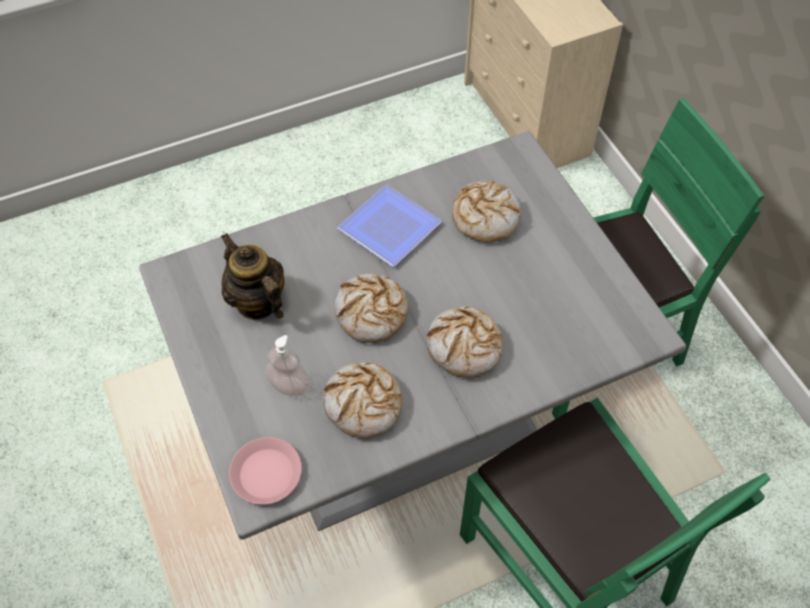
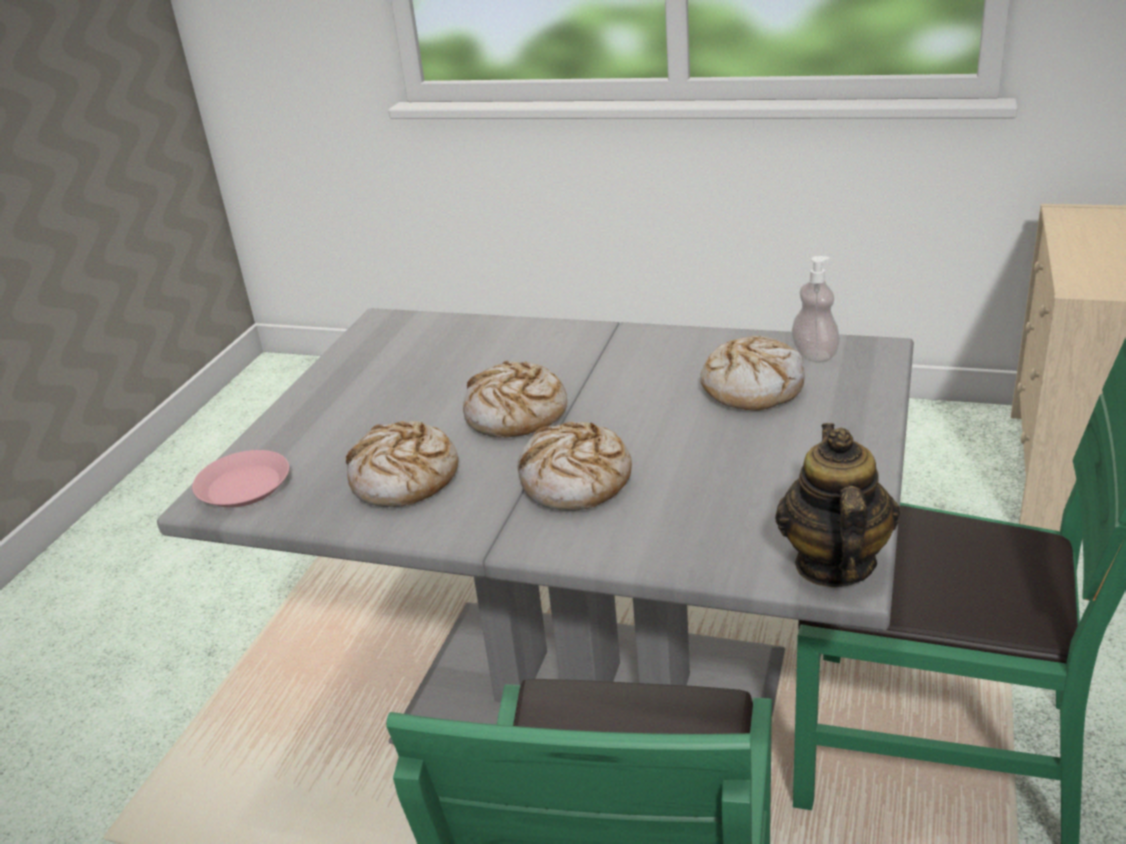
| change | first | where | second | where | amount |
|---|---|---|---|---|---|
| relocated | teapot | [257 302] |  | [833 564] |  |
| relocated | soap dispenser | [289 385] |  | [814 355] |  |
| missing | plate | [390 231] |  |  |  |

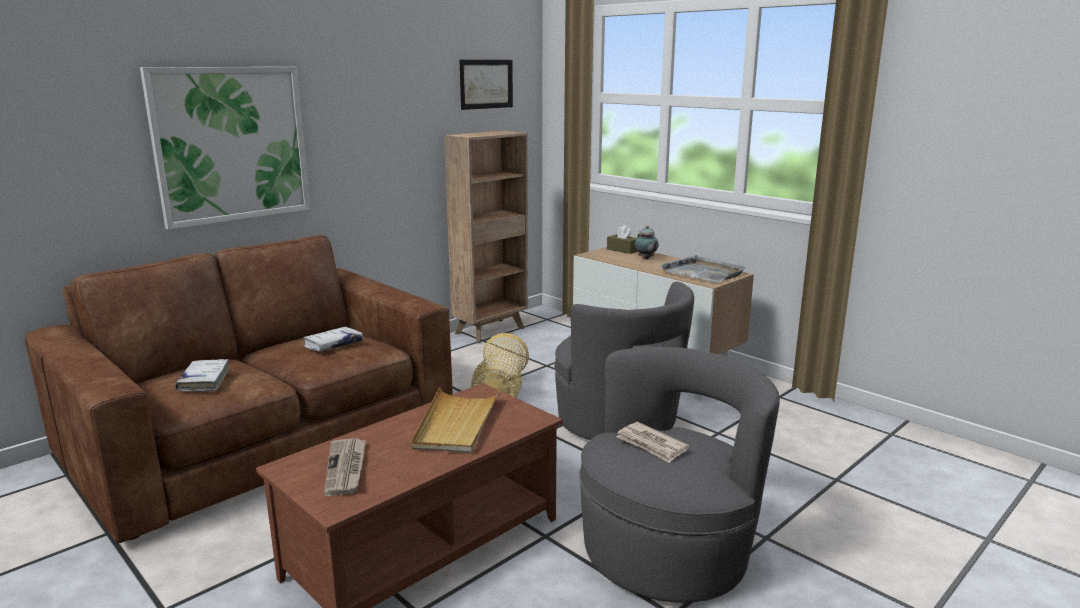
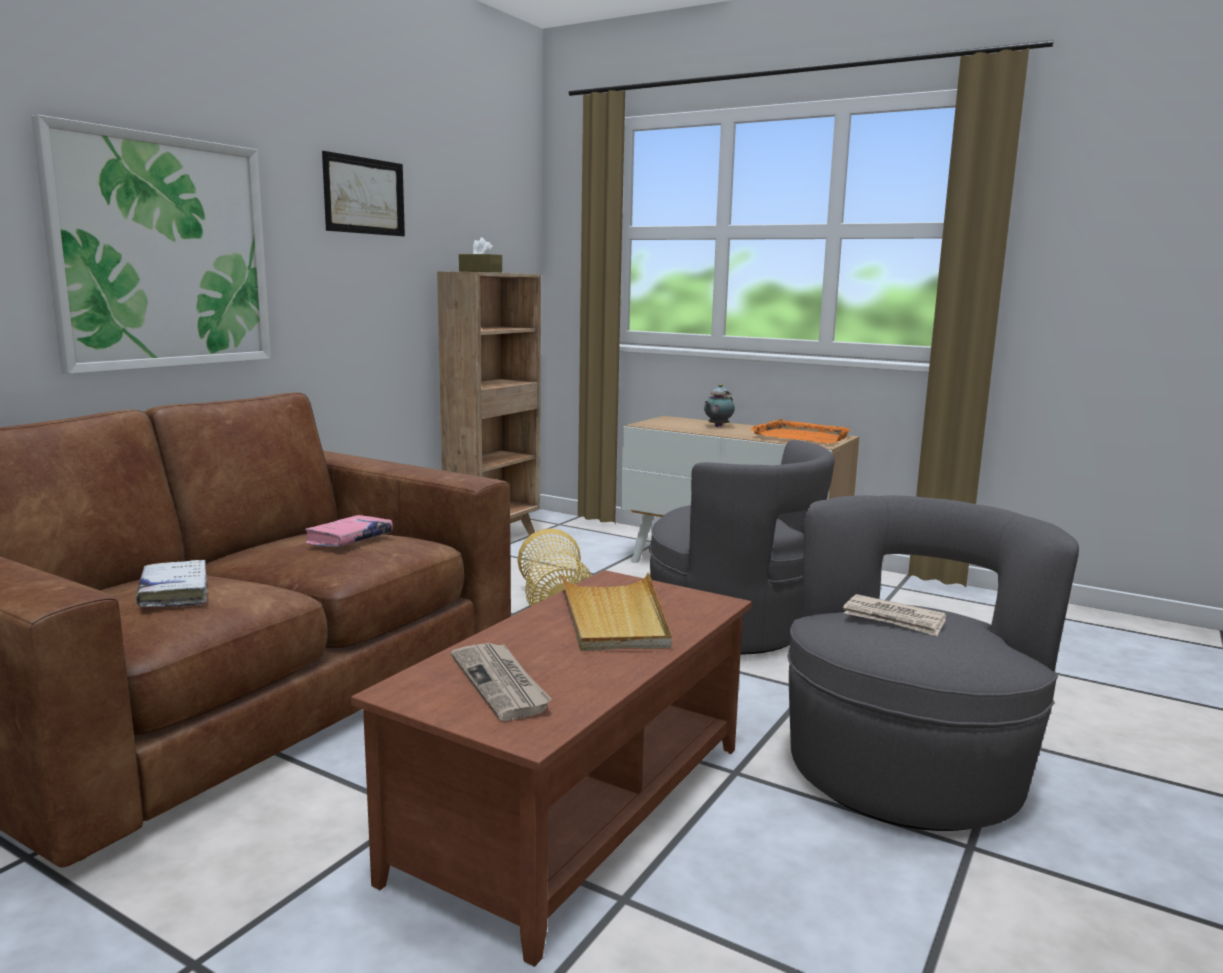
| change | first | where | second | where | amount |
|---|---|---|---|---|---|
| colour | white book | [333 345] | pink book | [349 540] |  |
| relocated | picture | [486 84] |  | [364 196] |  |
| relocated | brown tissue box | [622 250] |  | [480 271] |  |
| spun | teapot | [646 259] |  | [717 426] | 75 degrees clockwise |
| colour | grey tray | [702 273] | orange tray | [800 436] |  |

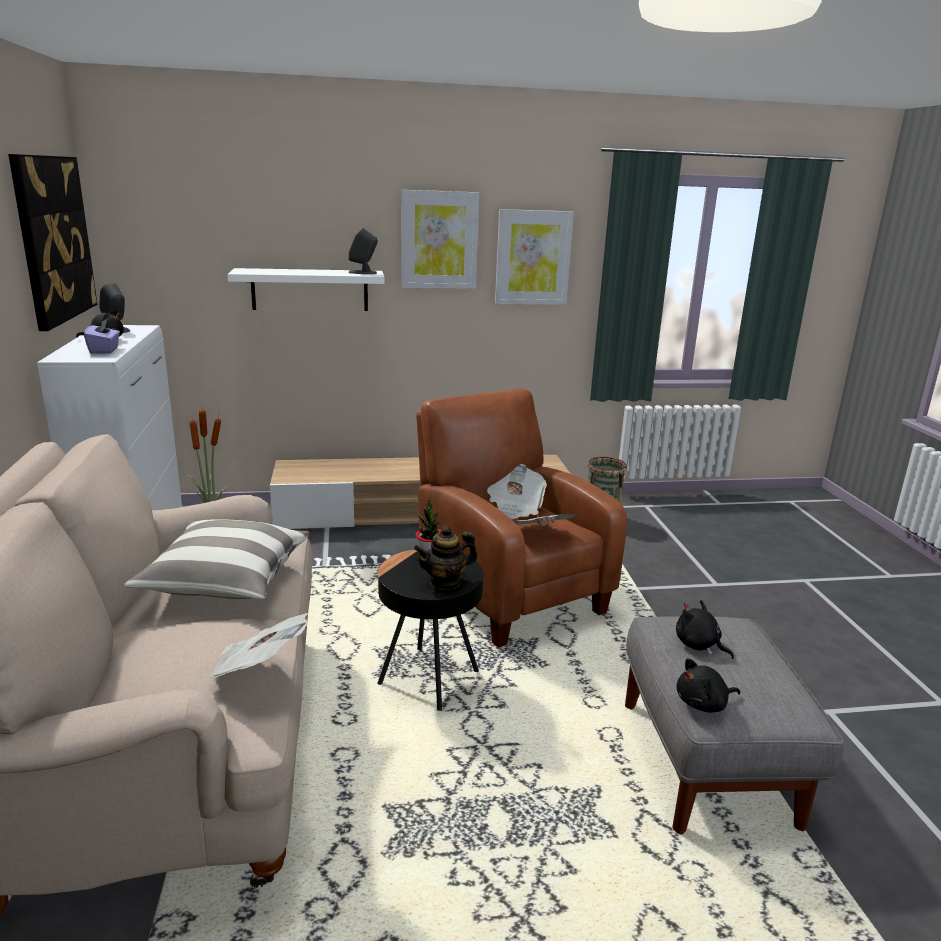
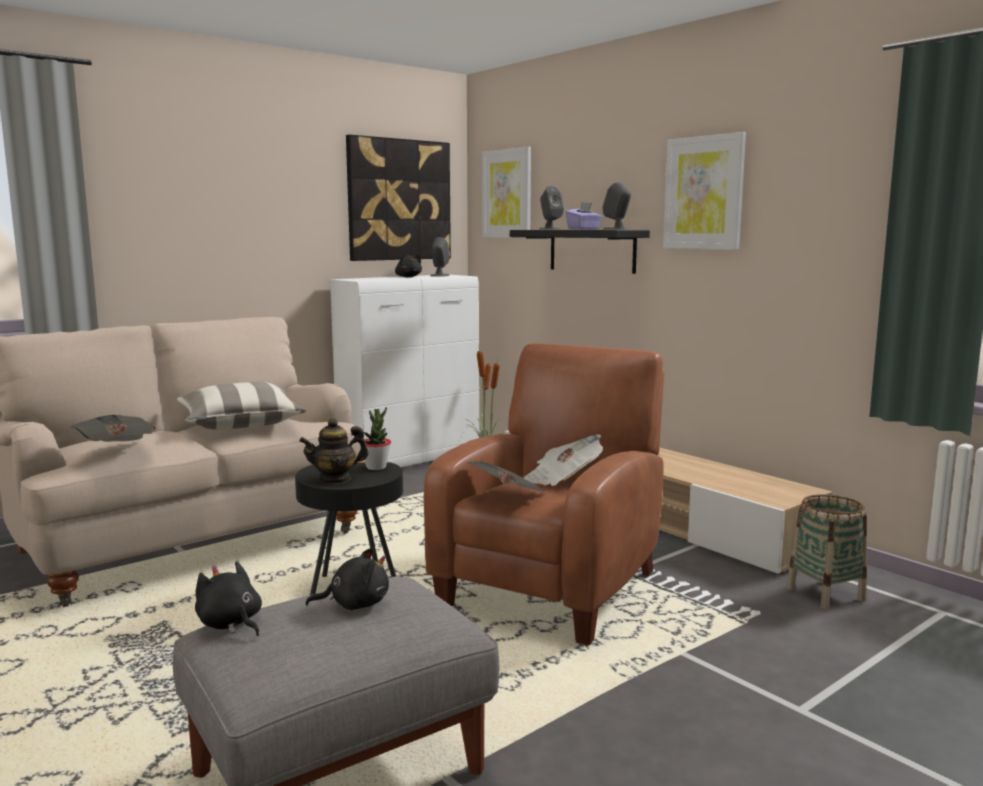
| change | first | where | second | where | amount |
|---|---|---|---|---|---|
| relocated | purple tissue box | [105 350] |  | [583 229] |  |
| colour | white shelf | [310 290] | black shelf | [592 250] |  |
| spun | teapot | [445 582] |  | [335 479] | 60 degrees counterclockwise |
| relocated | picture | [533 258] |  | [507 194] |  |
| spun | black plush toy | [699 645] |  | [355 604] | 60 degrees clockwise |
| appeared |  |  | grey speaker | [550 229] |  |

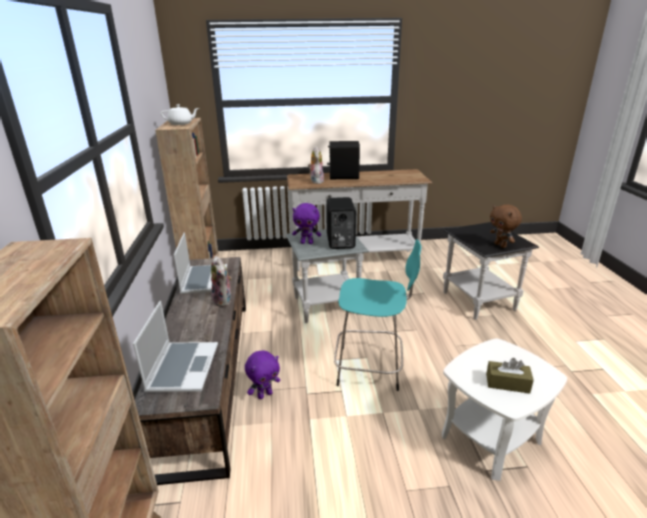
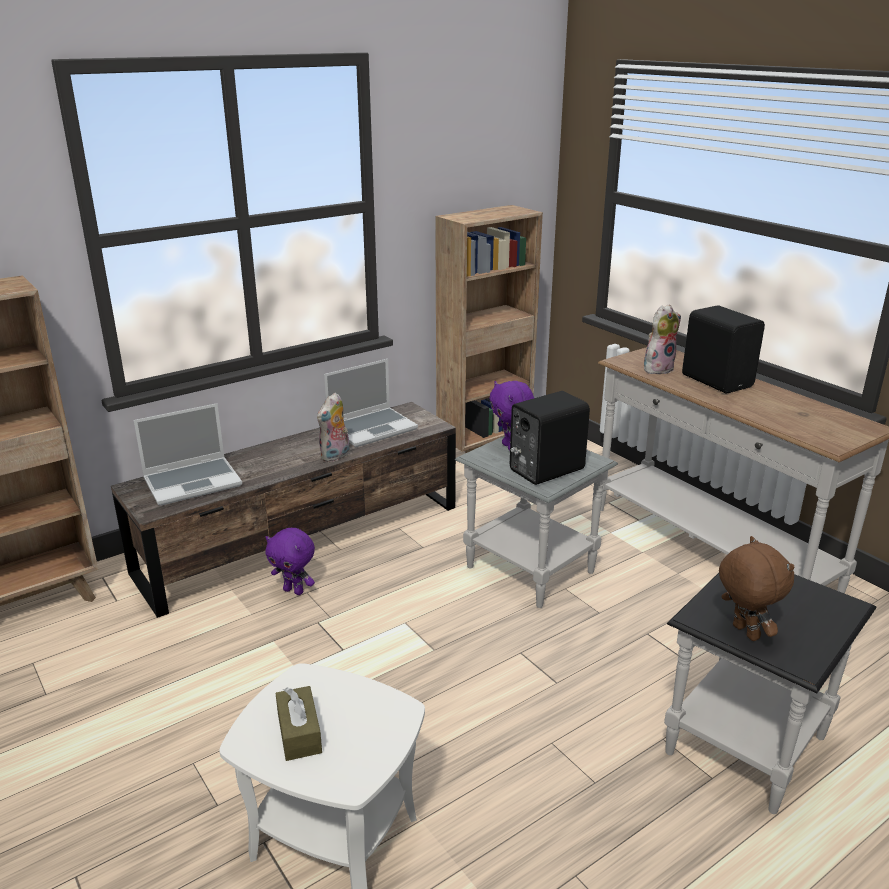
| change | first | where | second | where | amount |
|---|---|---|---|---|---|
| missing | white teapot | [181 123] |  |  |  |
| missing | turquoise stool | [371 368] |  |  |  |
| spun | brown plush toy | [501 245] |  | [743 632] | 120 degrees clockwise |

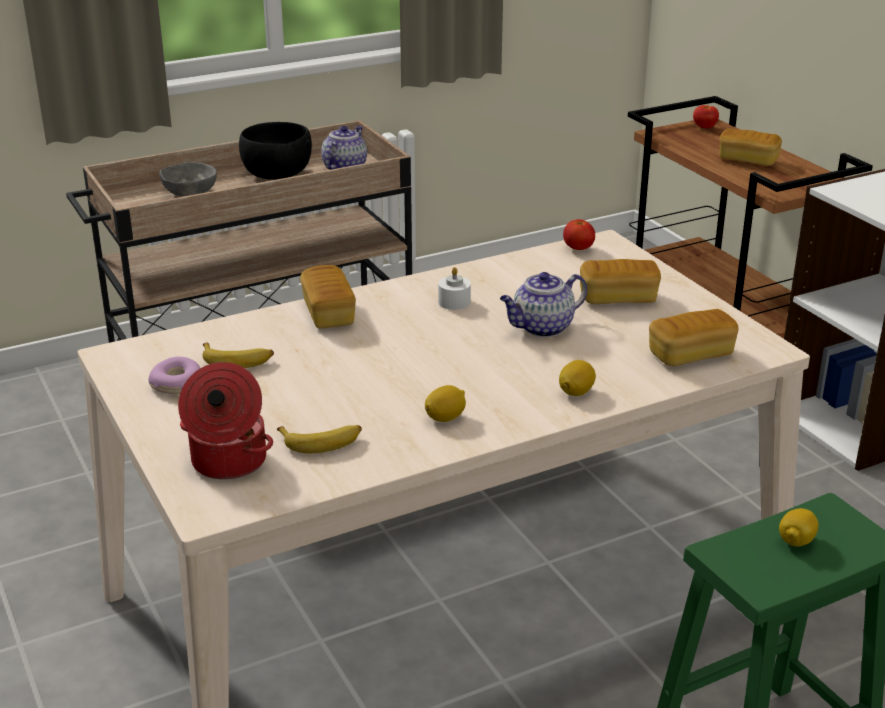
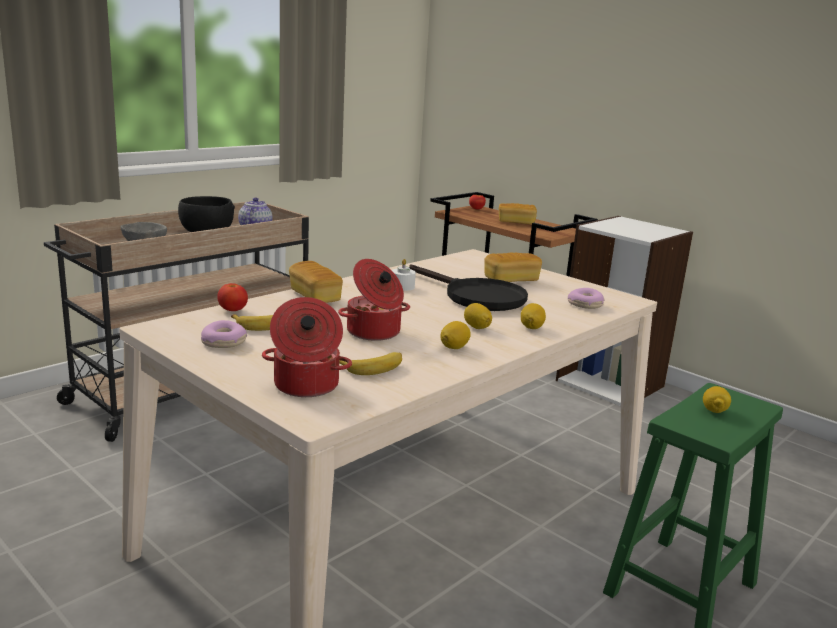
| change | first | where | second | where | amount |
|---|---|---|---|---|---|
| exchanged | teapot | [542 328] | black frying pan | [476 297] |  |
| relocated | tomato | [578 249] |  | [232 310] |  |
| exchanged | bread | [690 355] | donut | [585 305] |  |
| appeared |  |  | cooking pot | [374 332] |  |
| appeared |  |  | lemon | [476 327] |  |

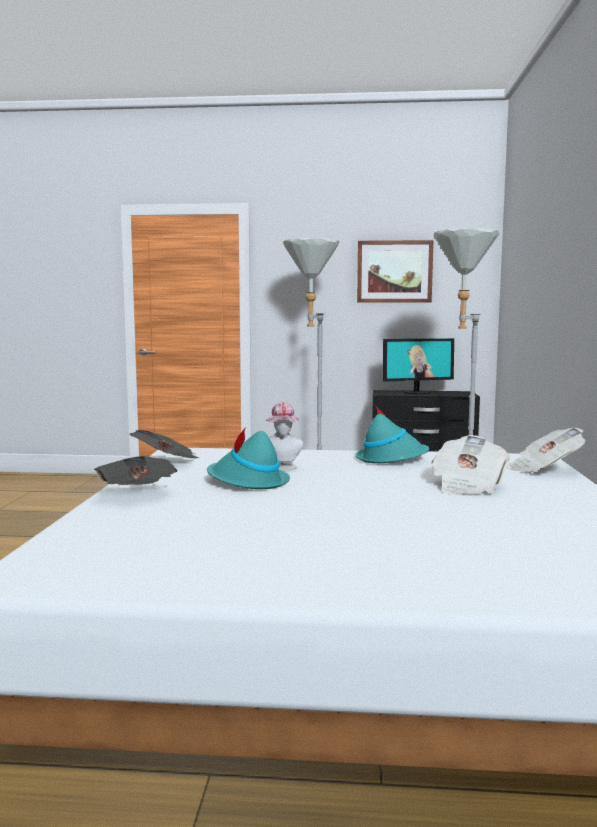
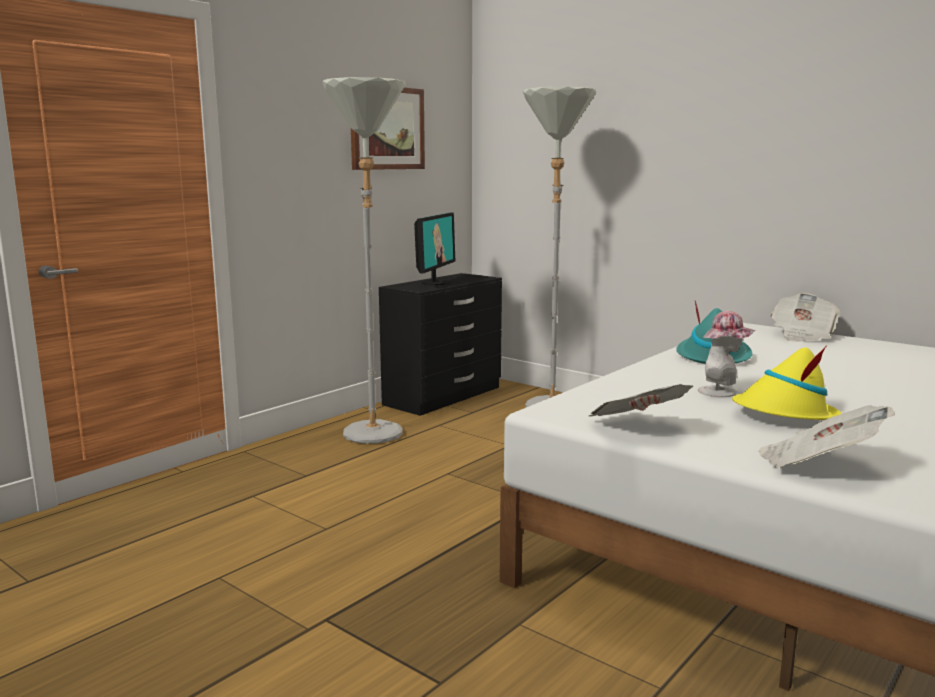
| change | first | where | second | where | amount |
|---|---|---|---|---|---|
| colour | turquoise hat | [247 482] | yellow hat | [784 415] |  |
| missing | newspaper | [467 486] |  |  |  |

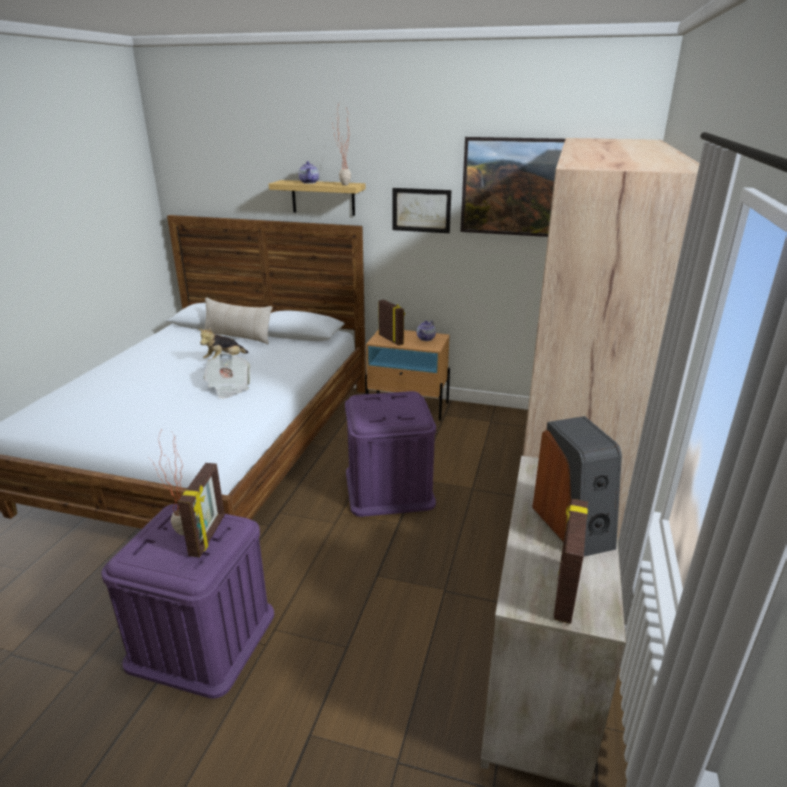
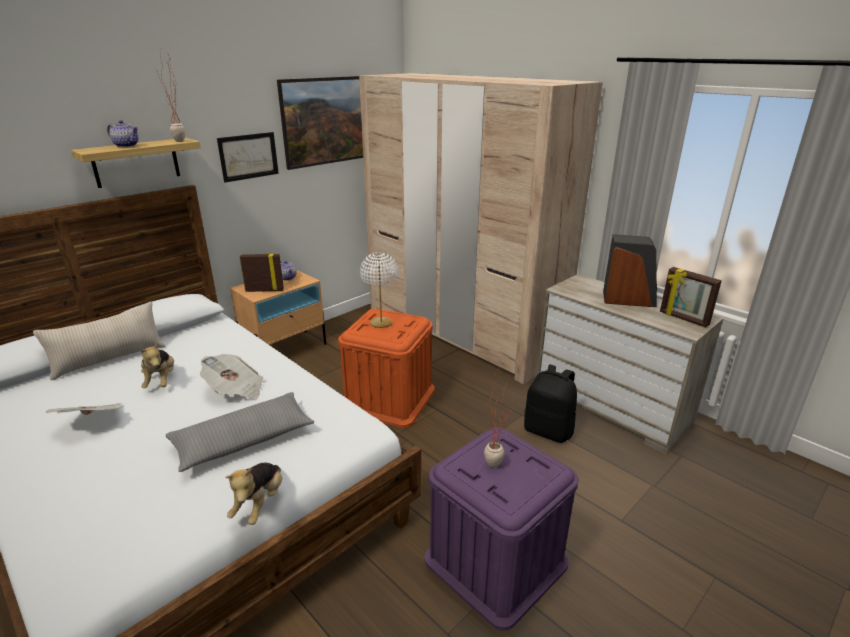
| change | first | where | second | where | amount |
|---|---|---|---|---|---|
| missing | picture frame | [208 535] |  |  |  |
| colour | purple storage box | [389 488] | orange storage box | [389 398] |  |
| appeared |  |  | newspaper | [93 422] |  |
| appeared |  |  | grey pillow | [243 440] |  |
| appeared |  |  | plush toy | [260 504] |  |
| appeared |  |  | white table lamp | [381 323] |  |
| appeared |  |  | black backpack | [548 431] |  |

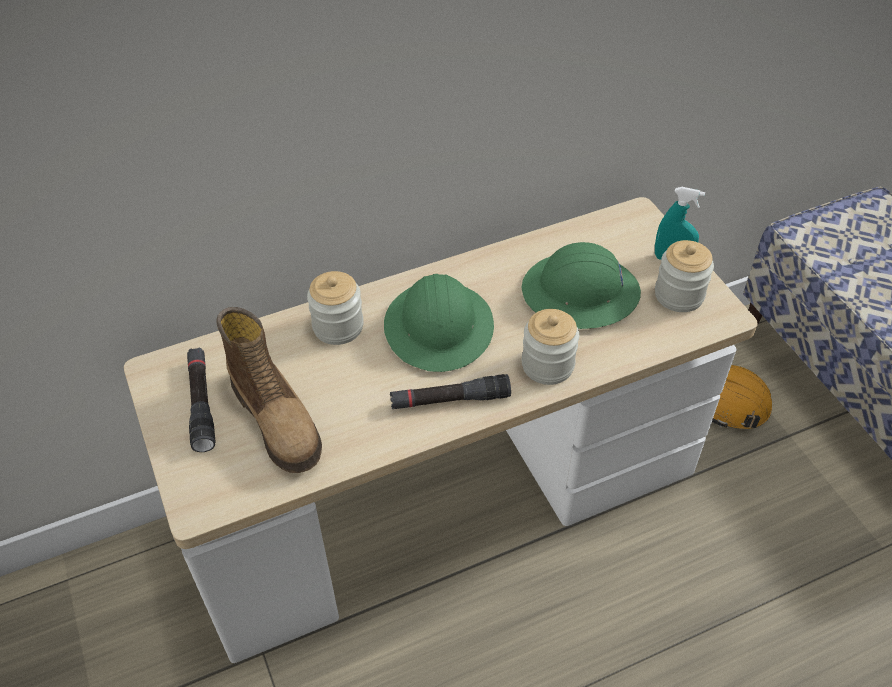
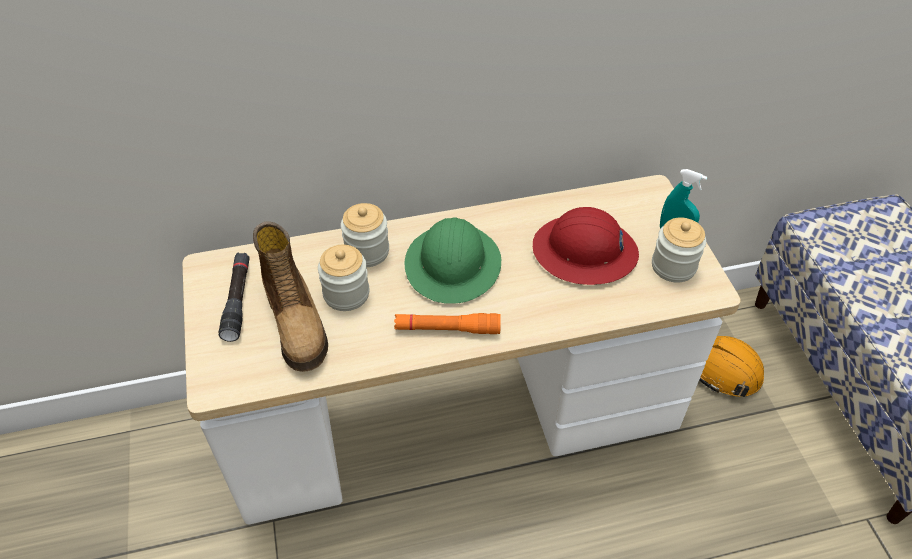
| change | first | where | second | where | amount |
|---|---|---|---|---|---|
| colour | black flashlight | [450 400] | orange flashlight | [447 329] |  |
| colour | green hard hat | [580 293] | red hard hat | [584 252] |  |
| relocated | jar | [547 365] |  | [346 294] |  |

